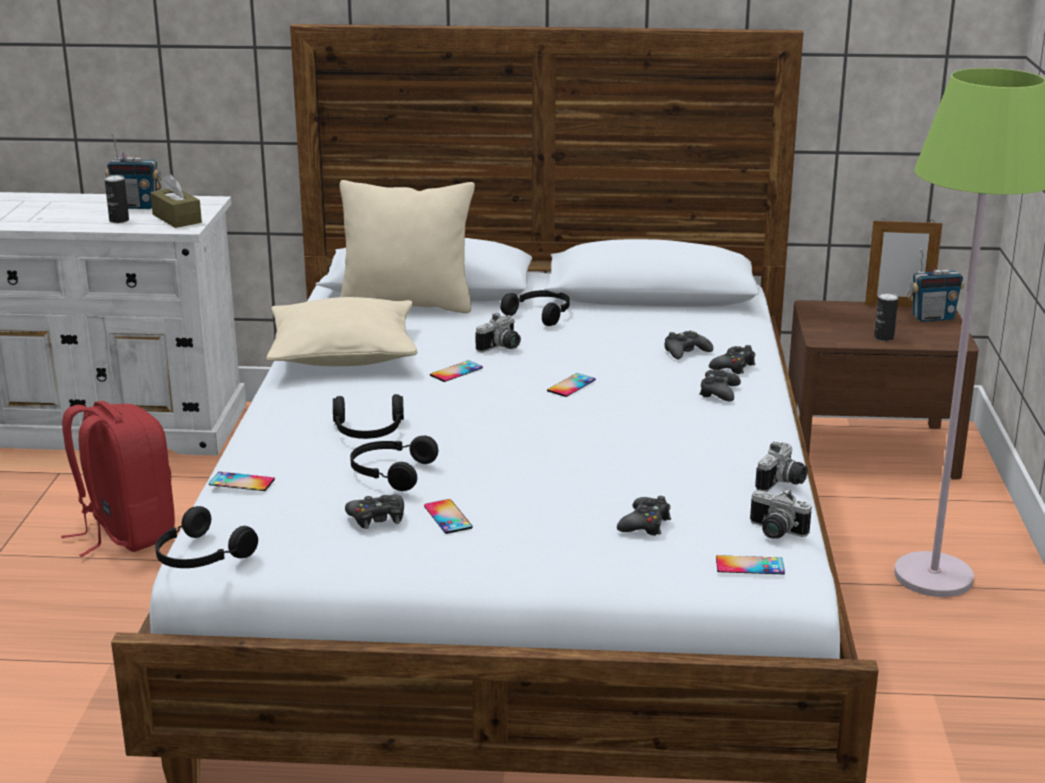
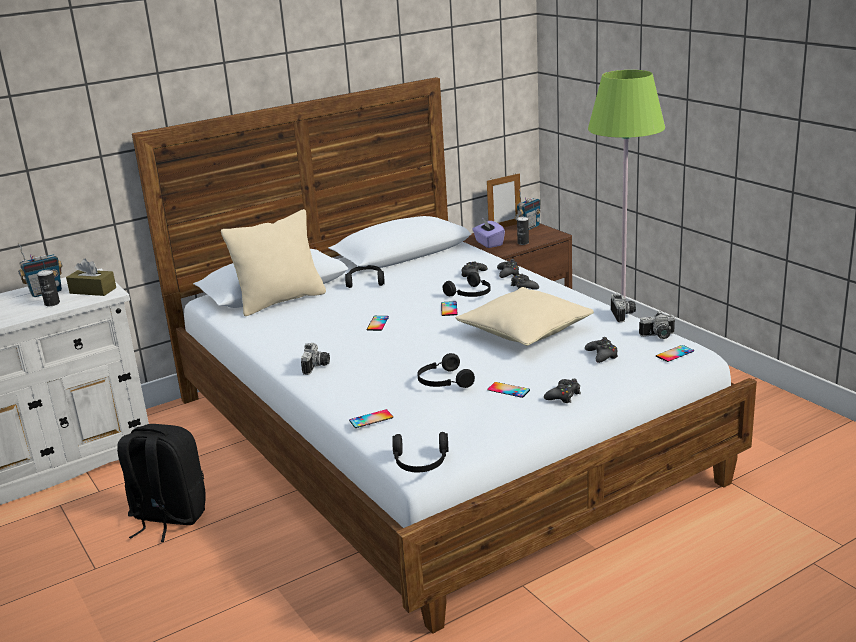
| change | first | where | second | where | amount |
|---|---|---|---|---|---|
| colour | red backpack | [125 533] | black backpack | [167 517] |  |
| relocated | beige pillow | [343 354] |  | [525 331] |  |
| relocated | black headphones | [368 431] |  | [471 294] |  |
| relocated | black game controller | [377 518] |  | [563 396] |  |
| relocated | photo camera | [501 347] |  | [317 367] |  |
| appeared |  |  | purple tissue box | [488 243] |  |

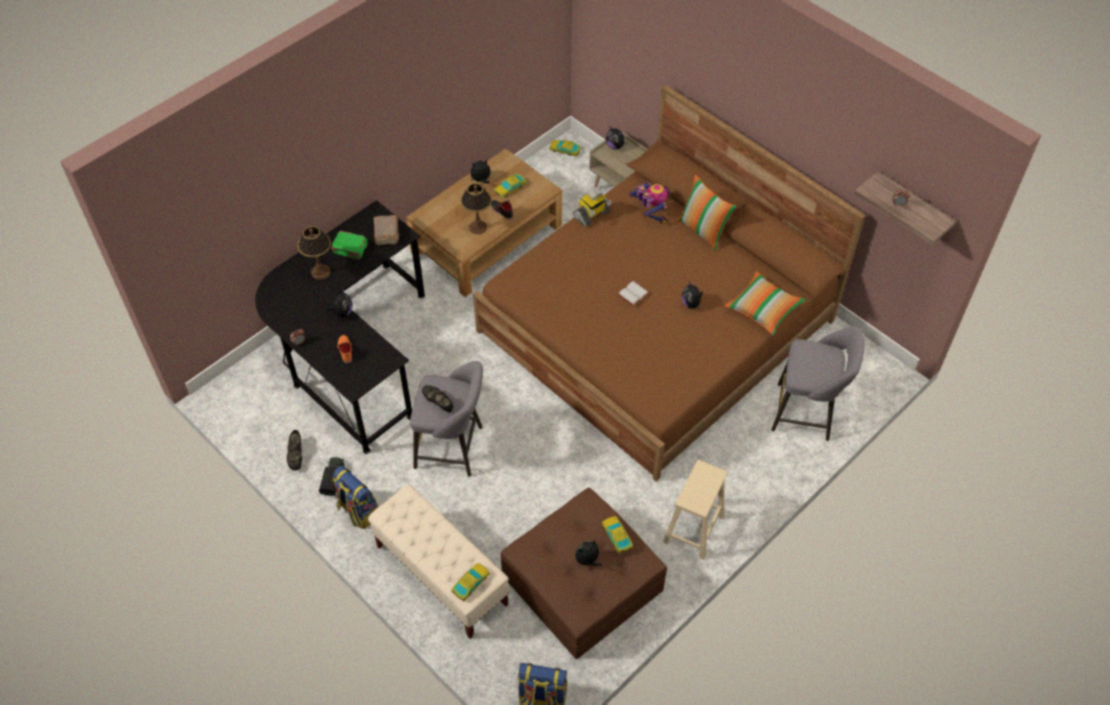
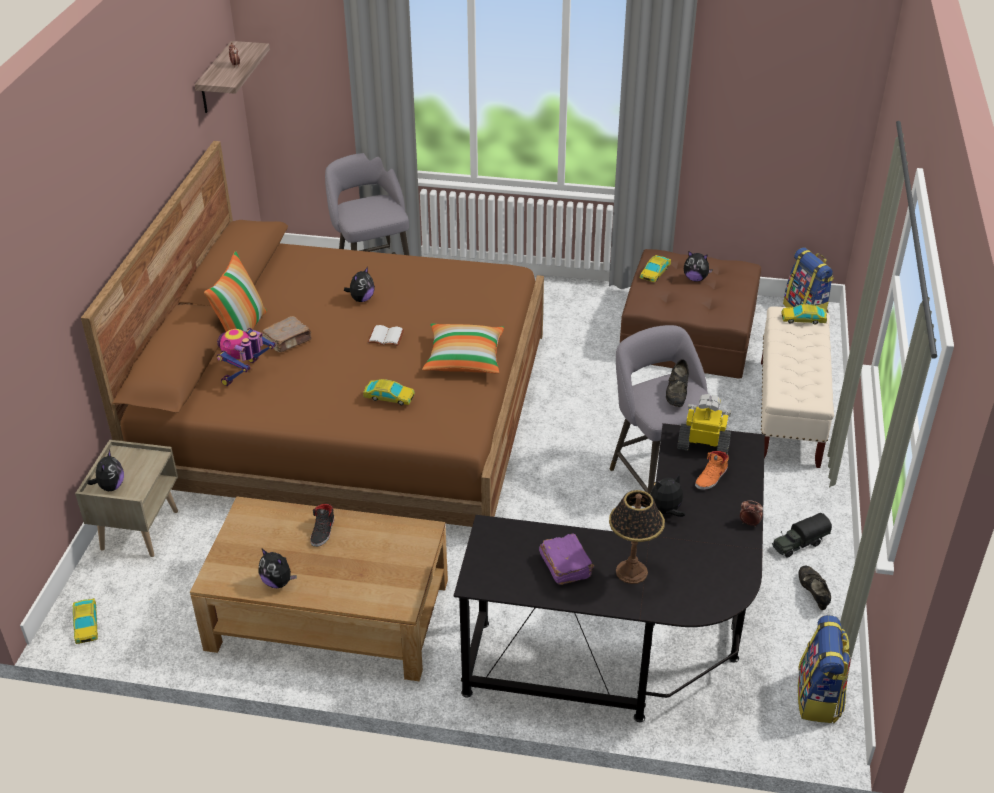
| change | first | where | second | where | amount |
|---|---|---|---|---|---|
| spun | black shoe | [296 456] |  | [813 594] | 60 degrees counterclockwise |
| colour | green book | [350 249] | purple book | [565 566] |  |
| relocated | backpack | [357 511] |  | [819 698] |  |
| relocated | brown book | [386 234] |  | [288 341] |  |
| missing | table lamp | [478 227] |  |  |  |
| relocated | toy car | [510 188] |  | [389 397] |  |
| relocated | toy robot | [592 215] |  | [704 445] |  |
| missing | beige stool | [693 530] |  |  |  |
| relocated | pillow | [763 309] |  | [464 359] |  |

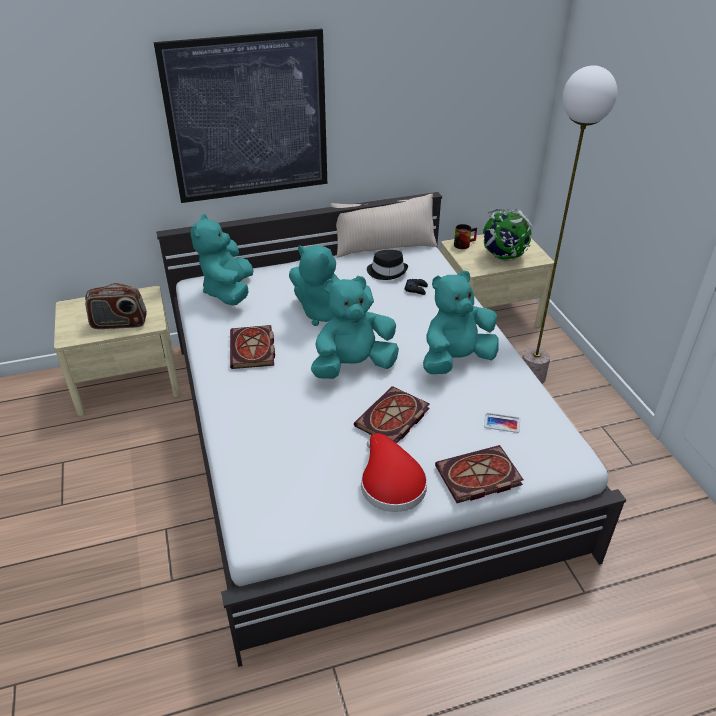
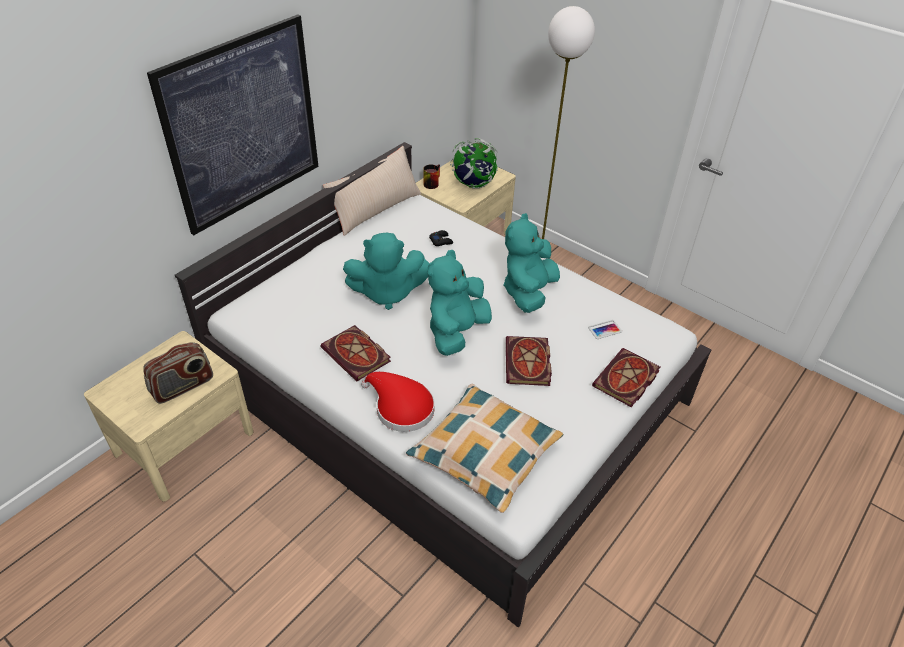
| change | first | where | second | where | amount |
|---|---|---|---|---|---|
| missing | turquoise plush toy | [229 292] |  |  |  |
| relocated | red hat | [390 483] |  | [400 408] |  |
| missing | black hat | [387 271] |  |  |  |
| appeared |  |  | pillow | [485 453] |  |

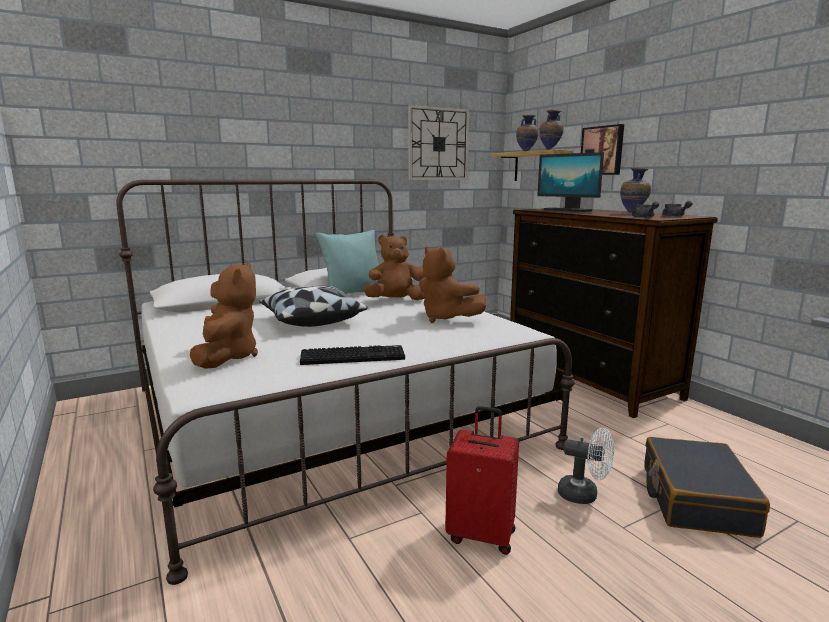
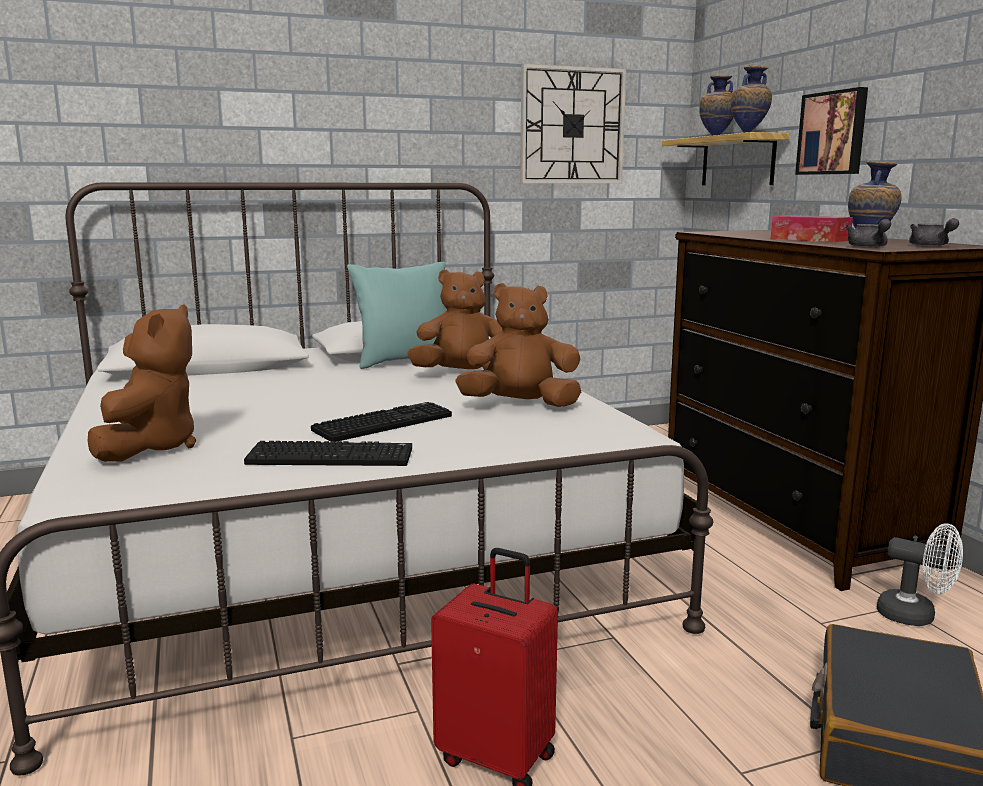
| change | first | where | second | where | amount |
|---|---|---|---|---|---|
| missing | pillow | [311 320] |  |  |  |
| spun | brown plush toy | [446 318] |  | [520 405] | 120 degrees clockwise |
| missing | monitor | [567 210] |  |  |  |
| relocated | white fan | [584 495] |  | [915 616] |  |
| appeared |  |  | keyboard | [383 423] |  |
| appeared |  |  | tissue box | [809 239] |  |

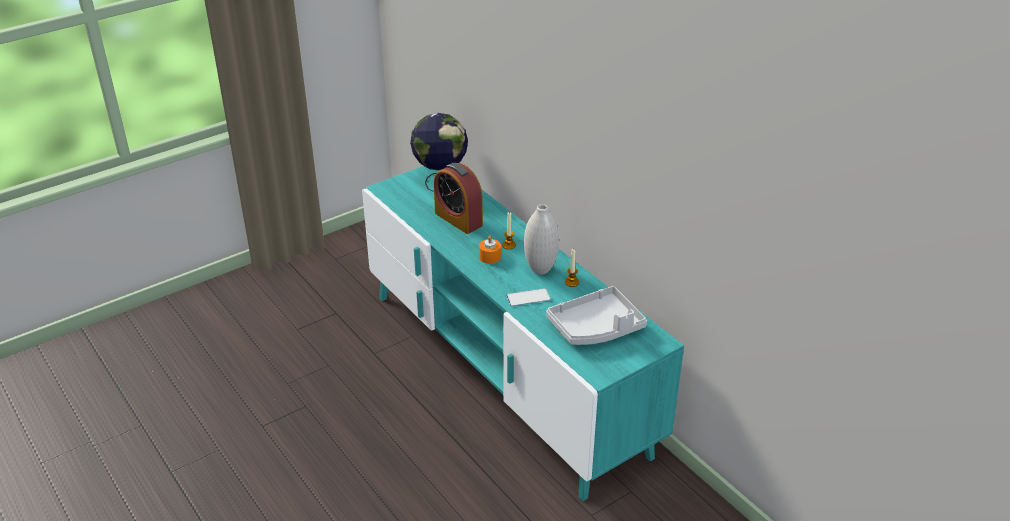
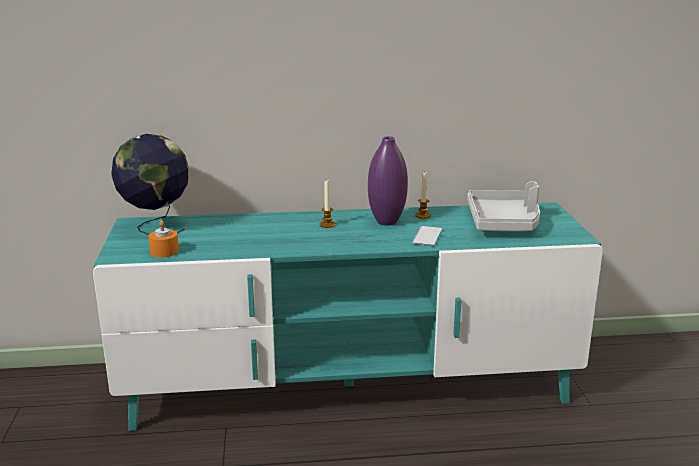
| change | first | where | second | where | amount |
|---|---|---|---|---|---|
| missing | alarm clock | [458 219] |  |  |  |
| relocated | orange candle | [490 257] |  | [164 251] |  |
| colour | white vase | [540 269] | purple vase | [386 222] |  |

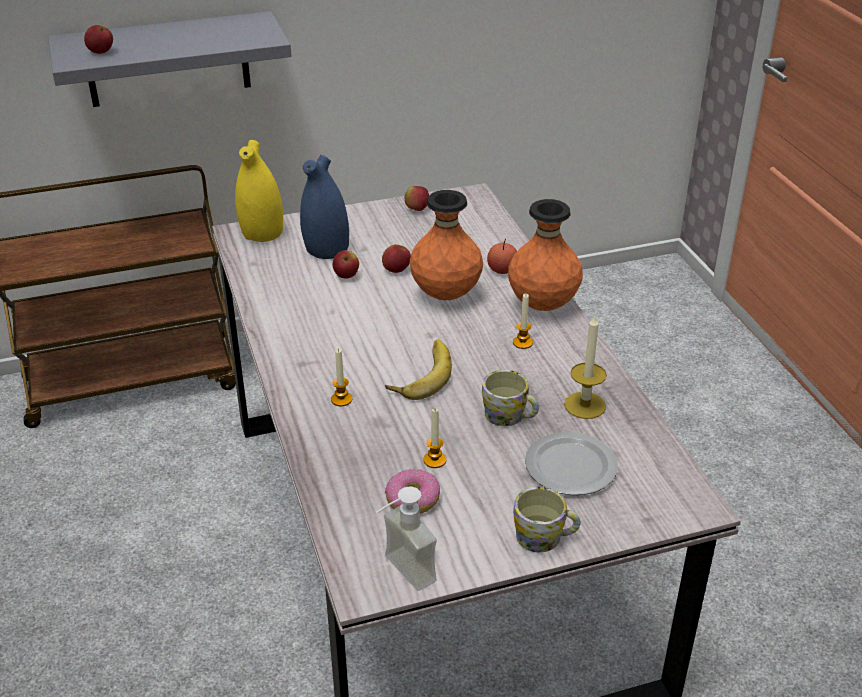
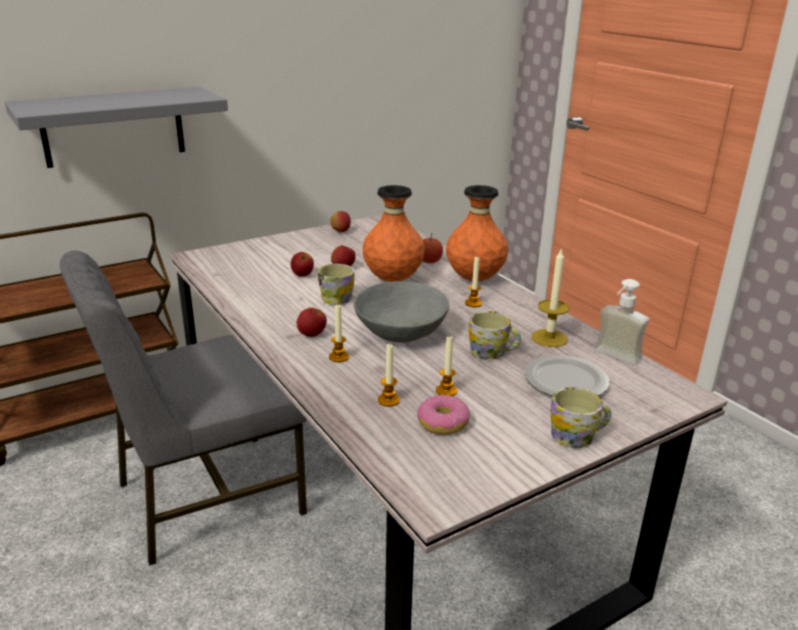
| change | first | where | second | where | amount |
|---|---|---|---|---|---|
| relocated | apple | [101 52] |  | [312 334] |  |
| missing | yellow vase | [262 234] |  |  |  |
| missing | blue vase | [326 250] |  |  |  |
| relocated | soap dispenser | [400 574] |  | [613 358] |  |
| exchanged | banana | [420 374] | grey bowl | [400 332] |  |
| appeared |  |  | grey chair | [206 497] |  |
| appeared |  |  | mug | [333 297] |  |
| appeared |  |  | candle | [388 400] |  |

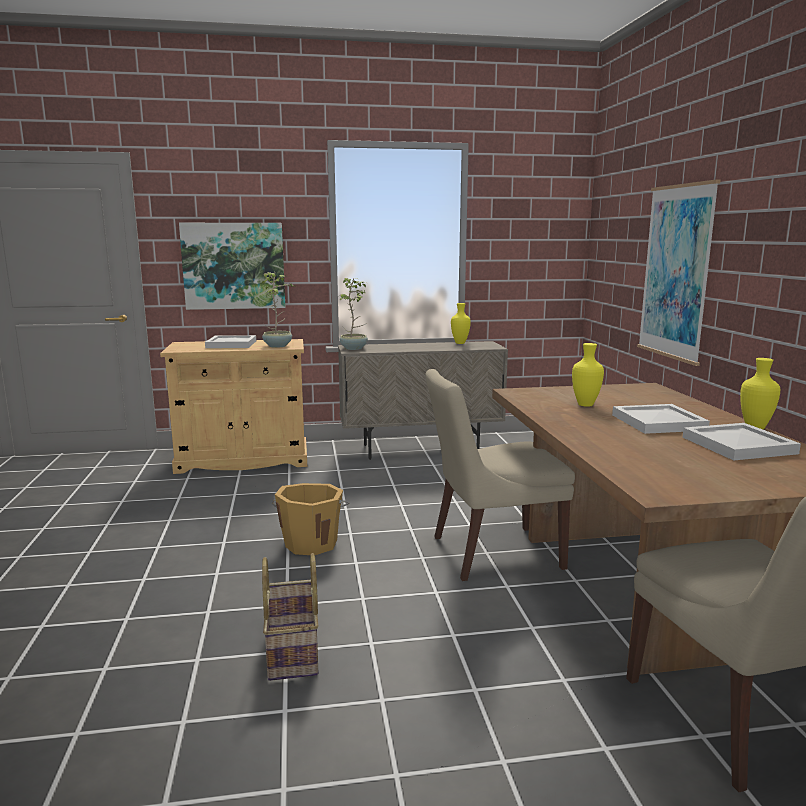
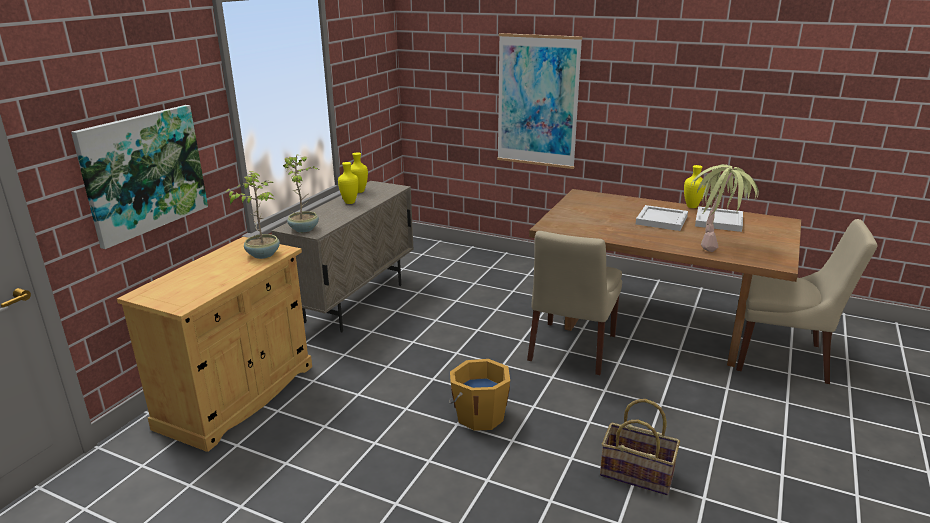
| change | first | where | second | where | amount |
|---|---|---|---|---|---|
| missing | white tray | [232 344] |  |  |  |
| relocated | yellow vase | [585 405] |  | [350 203] |  |
| appeared |  |  | potted plant | [716 244] |  |

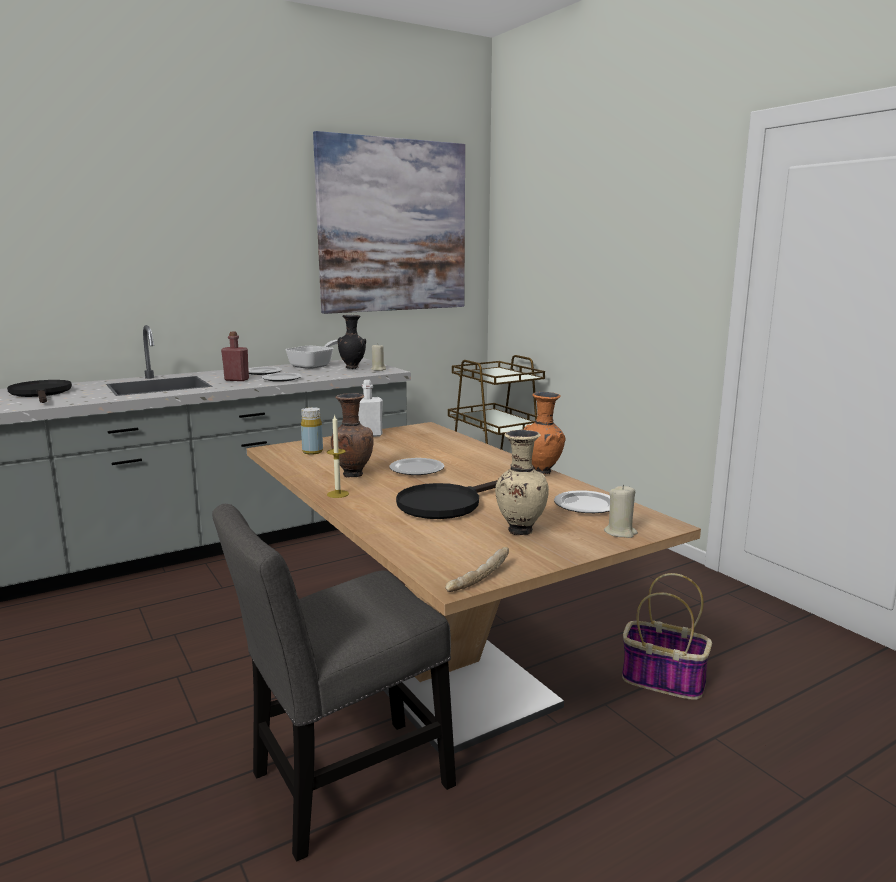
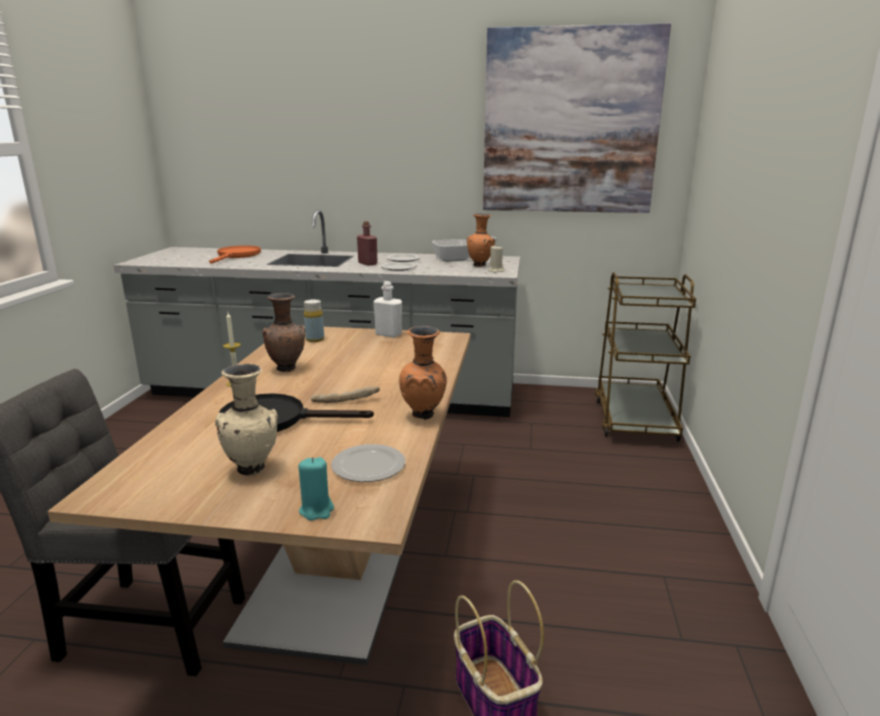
| change | first | where | second | where | amount |
|---|---|---|---|---|---|
| colour | black frying pan | [41 393] | orange frying pan | [236 256] |  |
| colour | black vase | [353 368] | orange vase | [480 266] |  |
| missing | plate | [416 469] |  |  |  |
| relocated | bread | [478 578] |  | [345 400] |  |
| colour | beige candle | [620 532] | turquoise candle | [317 510] |  |

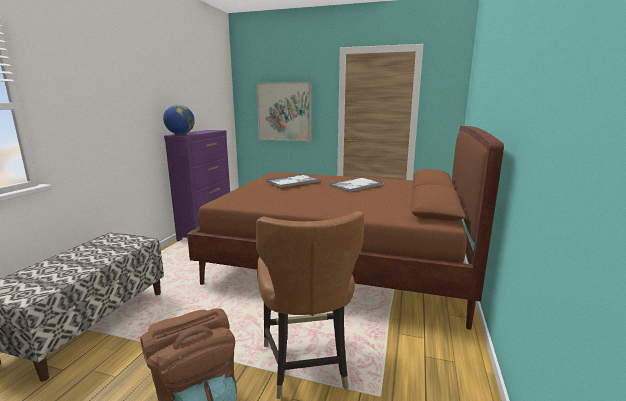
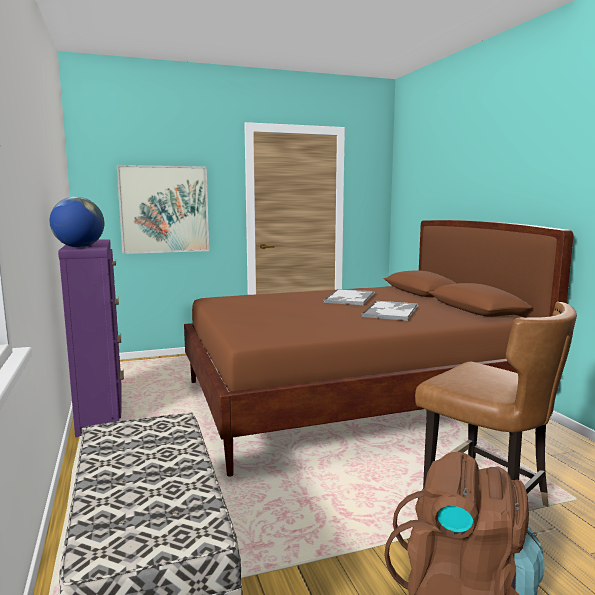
| change | first | where | second | where | amount |
|---|---|---|---|---|---|
| relocated | tray | [293 181] |  | [390 311] |  |

